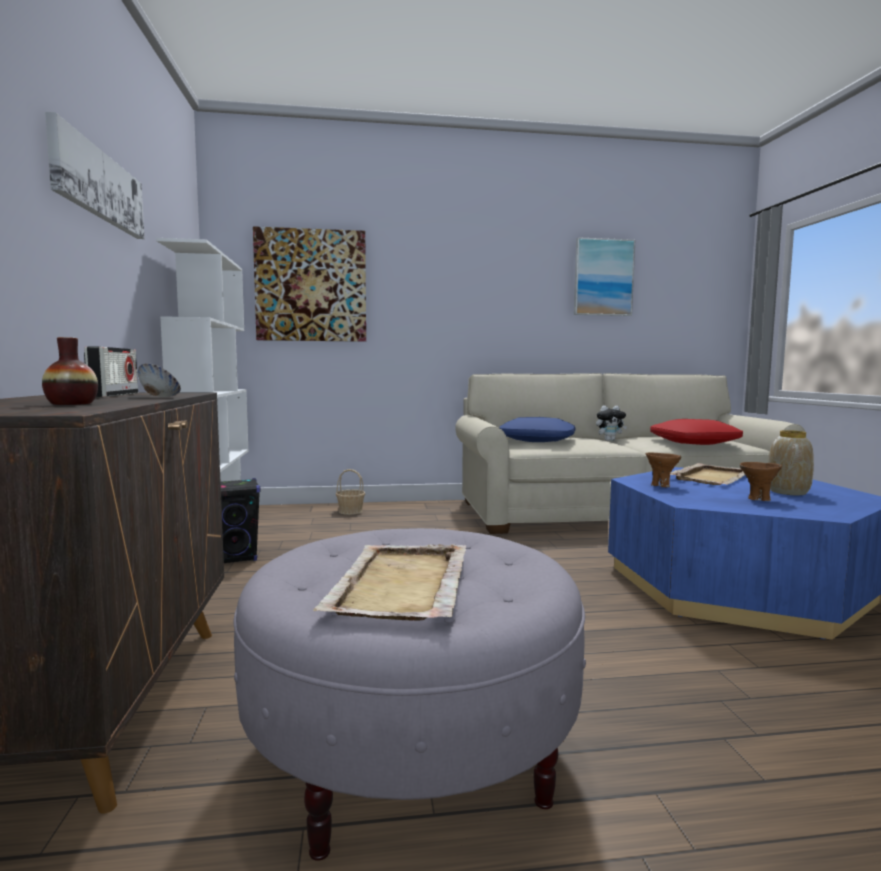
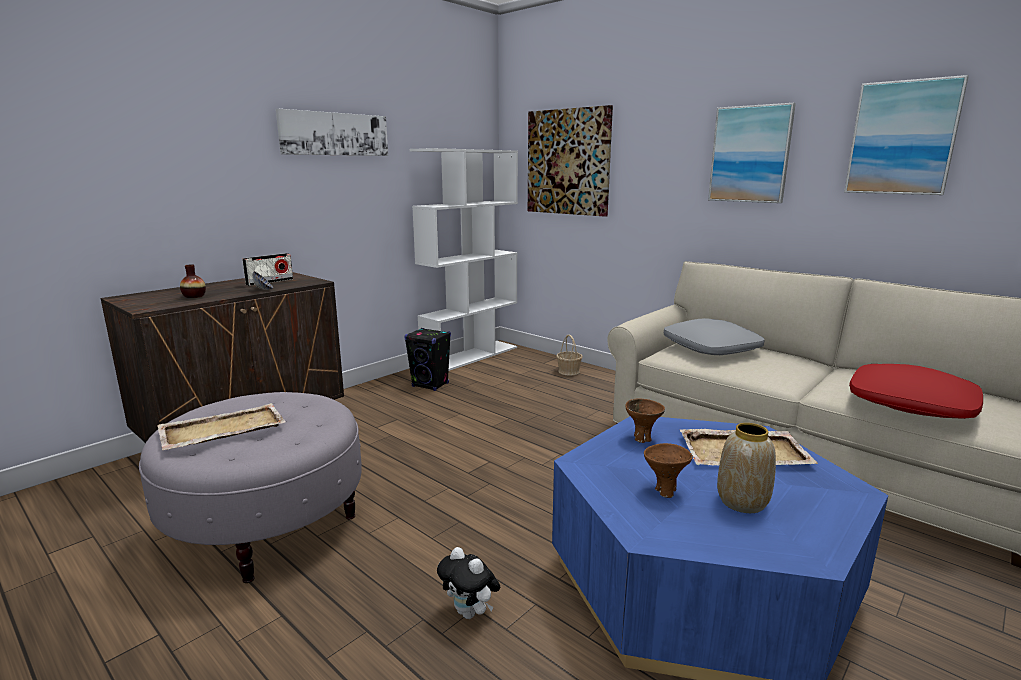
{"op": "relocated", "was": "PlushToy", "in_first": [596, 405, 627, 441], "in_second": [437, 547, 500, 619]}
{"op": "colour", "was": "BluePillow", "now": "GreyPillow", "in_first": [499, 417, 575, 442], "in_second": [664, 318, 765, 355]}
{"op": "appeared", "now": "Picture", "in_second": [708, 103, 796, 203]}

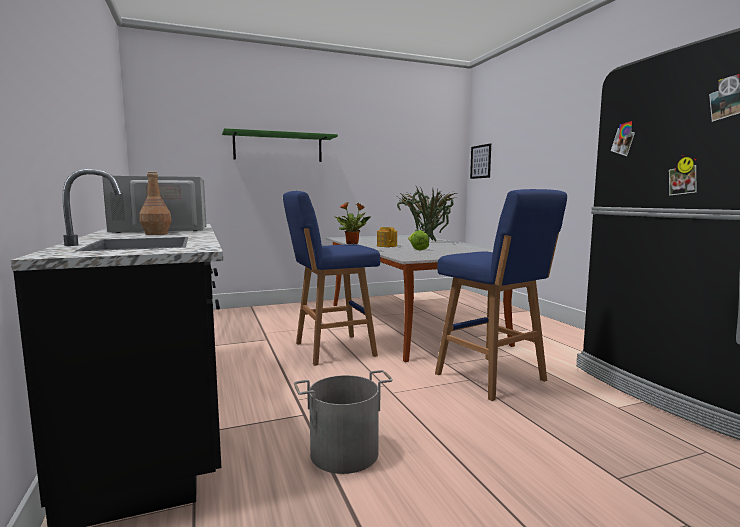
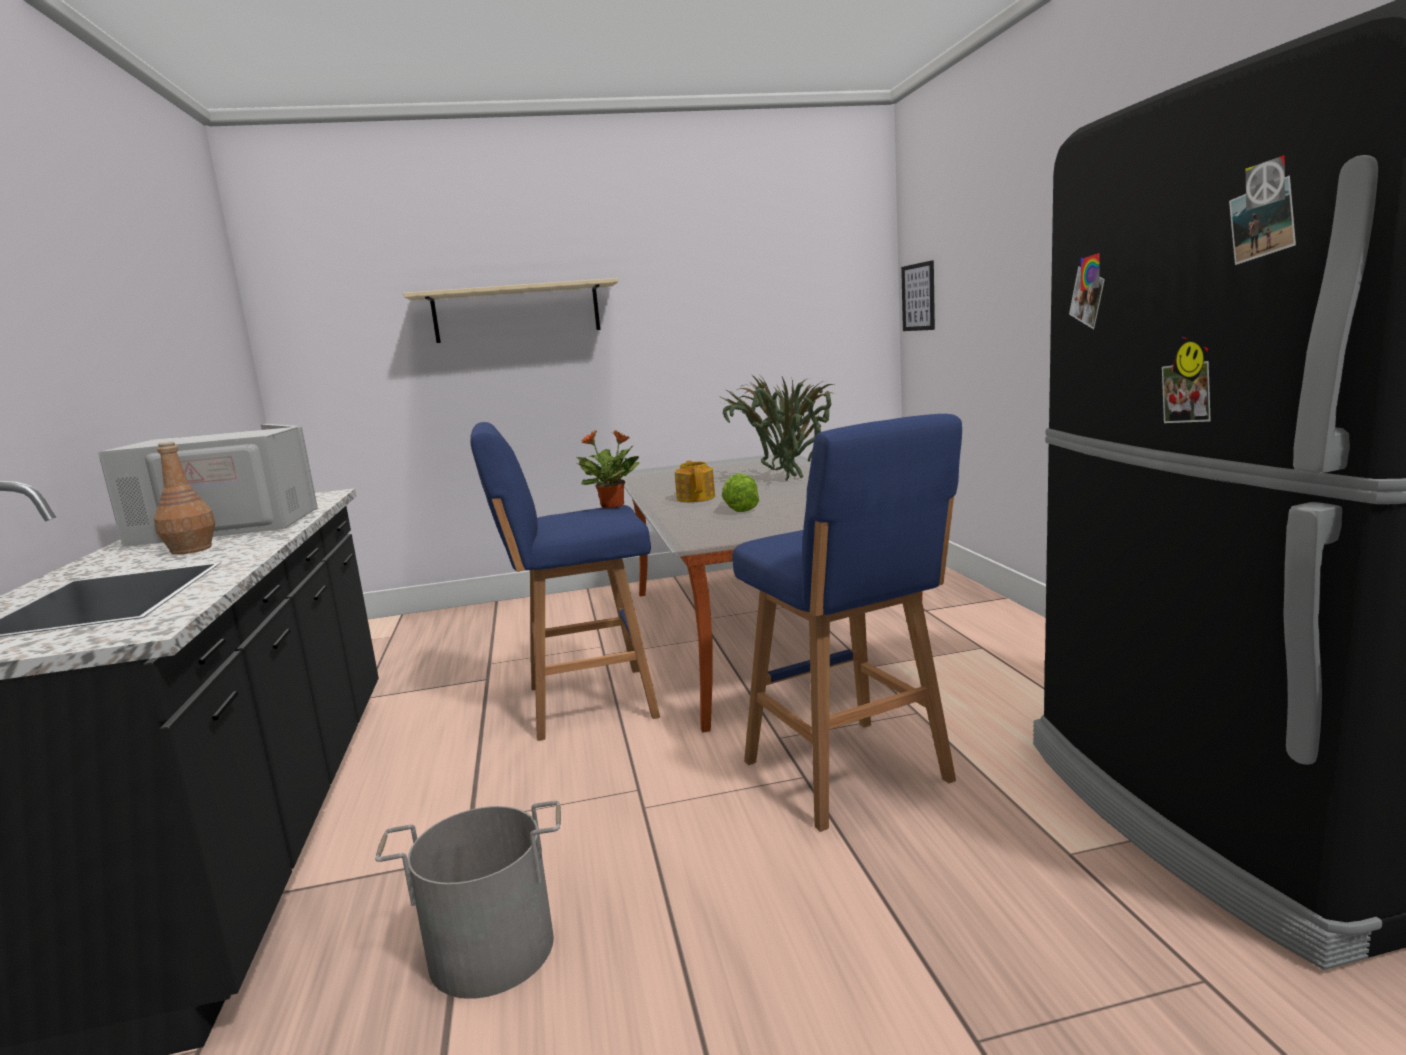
{"op": "colour", "was": "GreenShelf", "now": "BeigeShelf", "in_first": [222, 128, 338, 162], "in_second": [403, 278, 618, 343]}

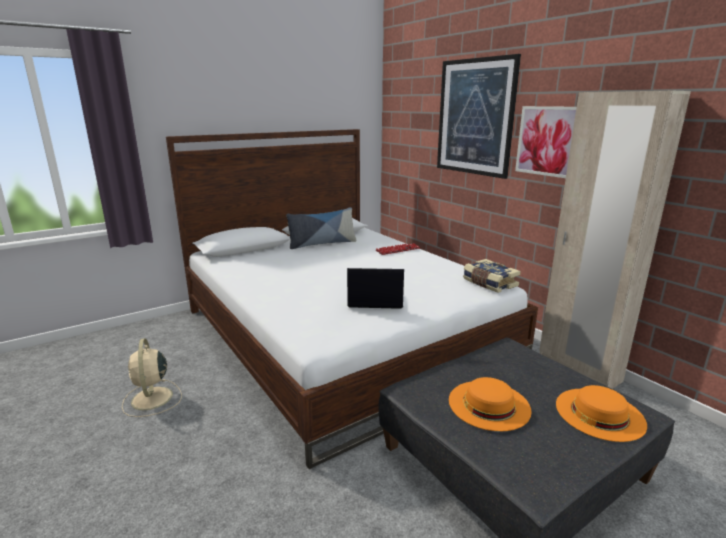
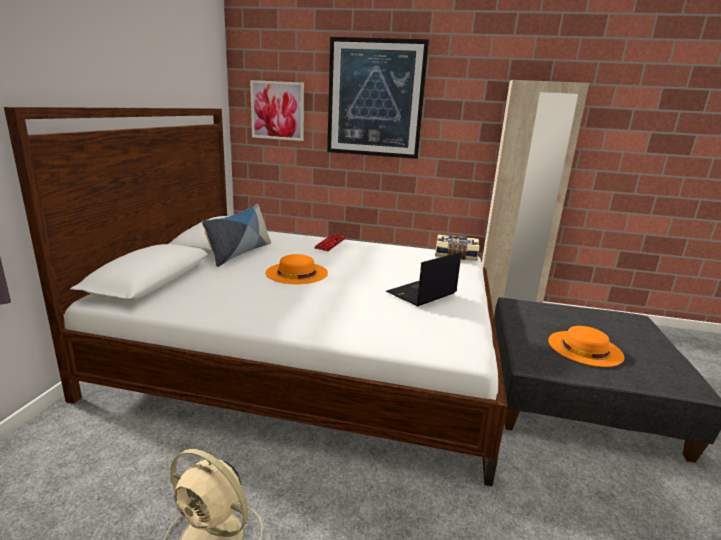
{"op": "relocated", "was": "Picture", "in_first": [515, 106, 577, 178], "in_second": [250, 80, 304, 141]}
{"op": "relocated", "was": "OrangeHat", "in_first": [556, 385, 647, 442], "in_second": [265, 254, 328, 284]}

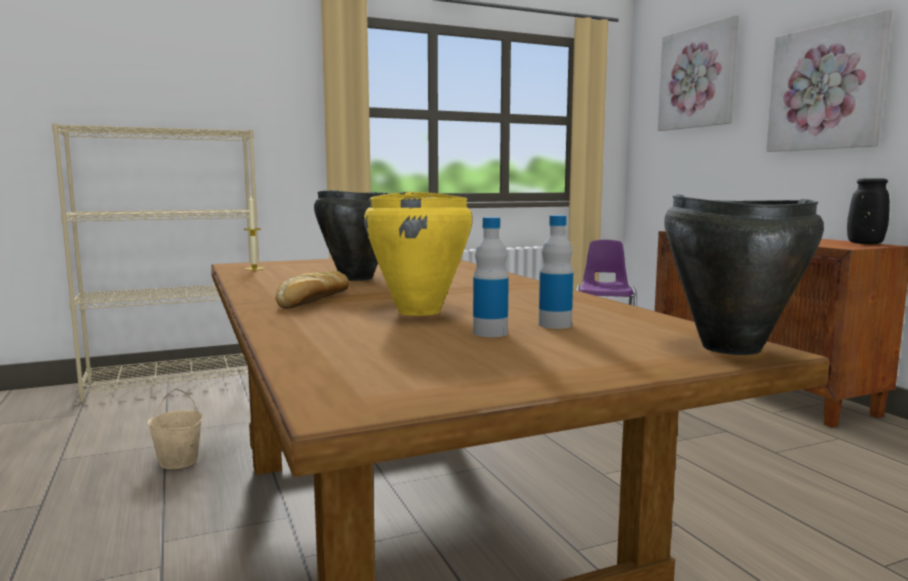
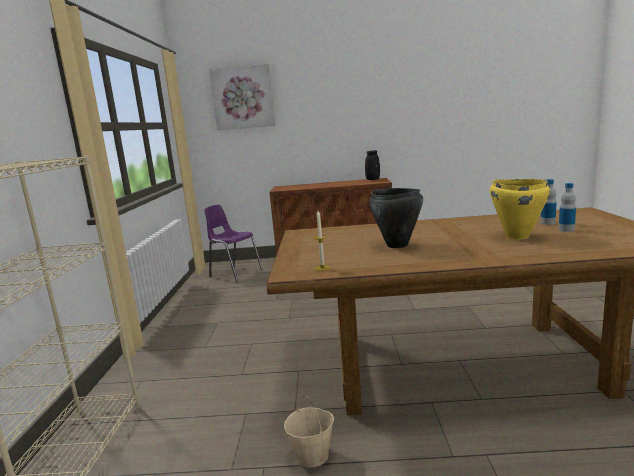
{"op": "missing", "was": "Bread", "in_first": [276, 271, 349, 309]}
{"op": "missing", "was": "BlackCookingPot", "in_first": [664, 195, 824, 355]}
{"op": "missing", "was": "Picture", "in_first": [766, 10, 892, 152]}

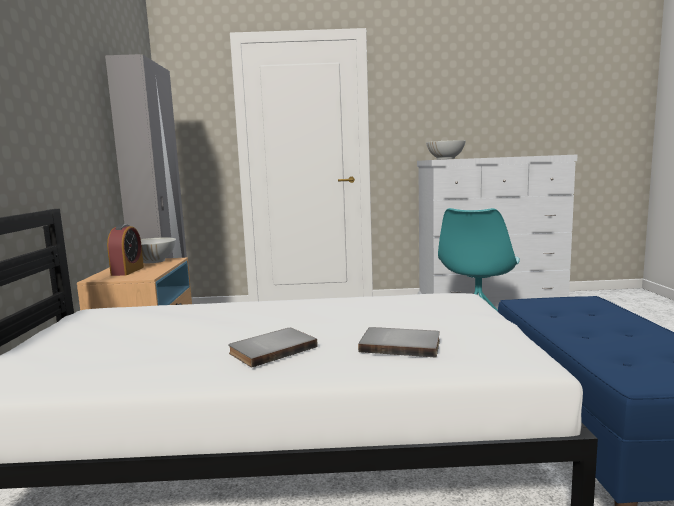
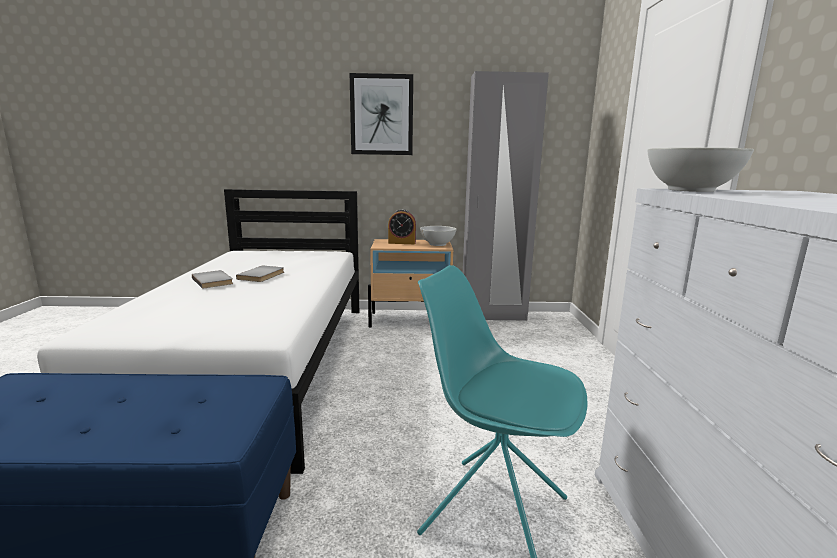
{"op": "relocated", "was": "GreyBook", "in_first": [358, 327, 440, 357], "in_second": [236, 265, 284, 282]}
{"op": "appeared", "now": "Picture", "in_second": [350, 73, 413, 155]}

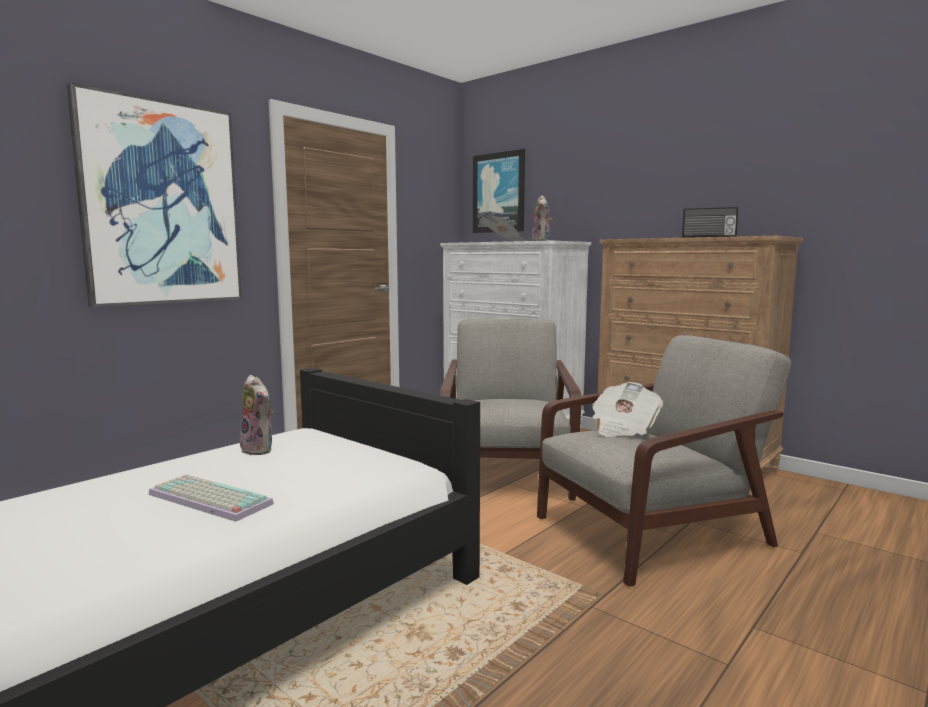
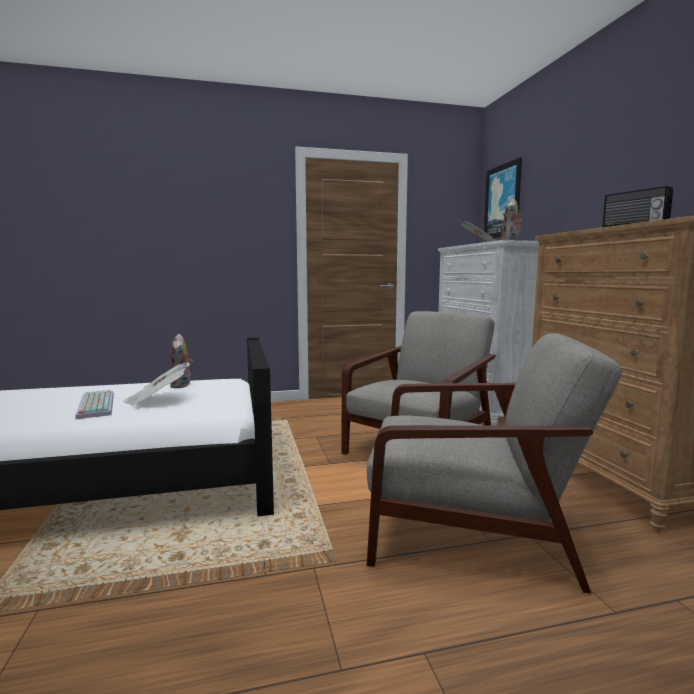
{"op": "relocated", "was": "Newspaper", "in_first": [592, 382, 663, 437], "in_second": [123, 362, 190, 405]}
{"op": "missing", "was": "Picture", "in_first": [67, 82, 242, 307]}

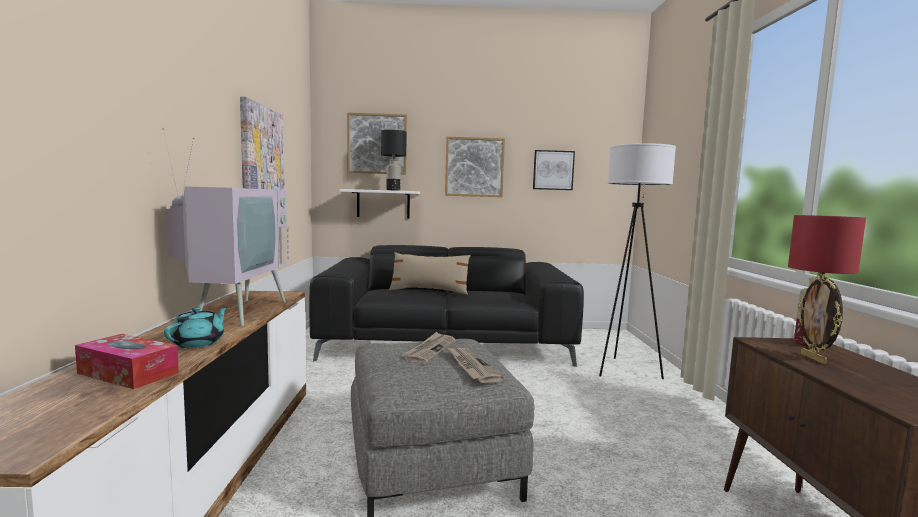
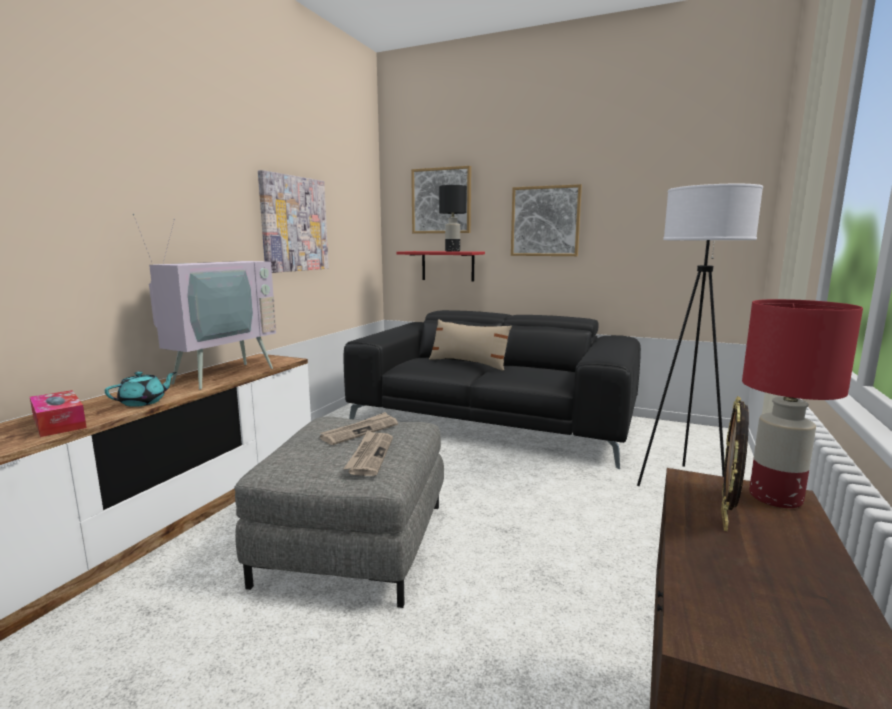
{"op": "colour", "was": "WhiteShelf", "now": "RedShelf", "in_first": [339, 189, 420, 218], "in_second": [397, 251, 485, 282]}
{"op": "missing", "was": "Picture", "in_first": [533, 150, 575, 190]}

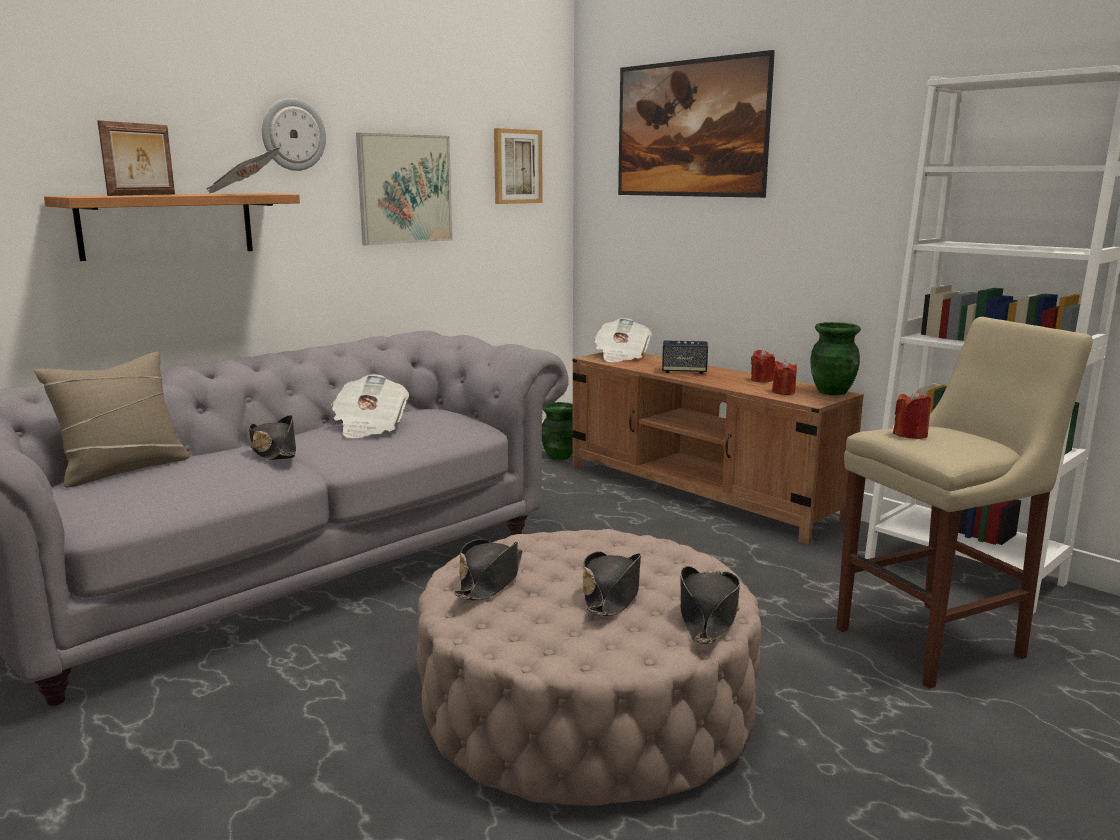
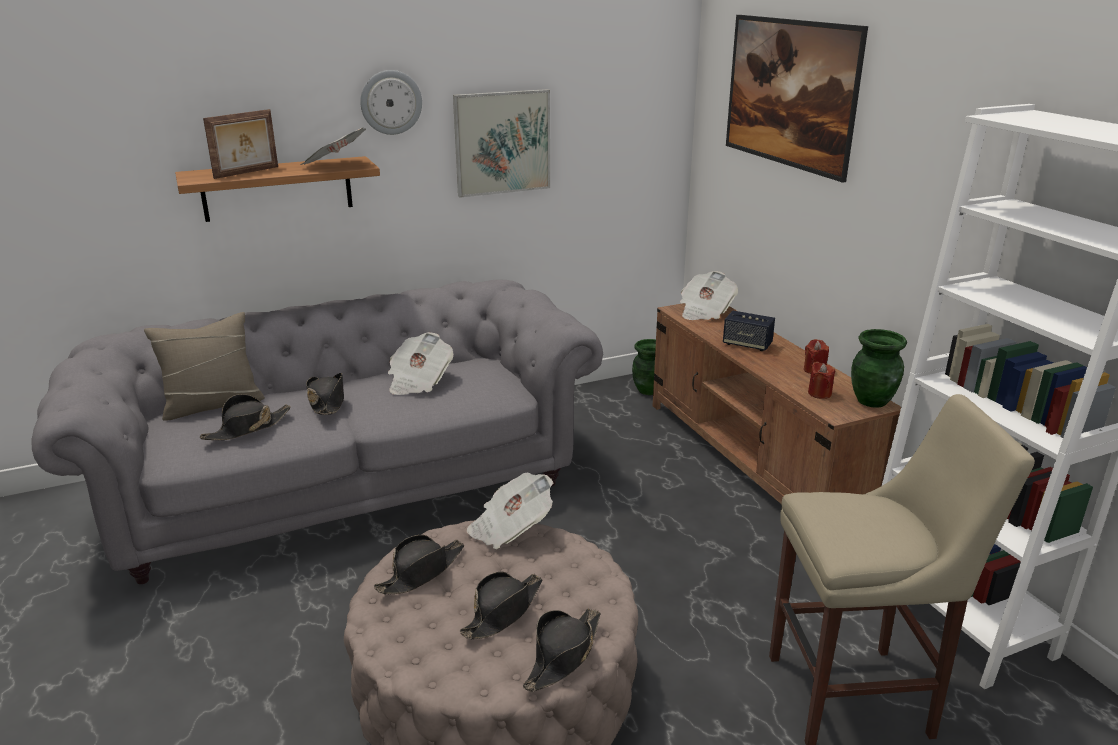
{"op": "appeared", "now": "BlackHat", "in_second": [200, 394, 291, 440]}
{"op": "appeared", "now": "Newspaper", "in_second": [467, 472, 553, 549]}
{"op": "missing", "was": "Picture", "in_first": [494, 128, 543, 204]}
{"op": "missing", "was": "RedCandle", "in_first": [893, 390, 931, 439]}

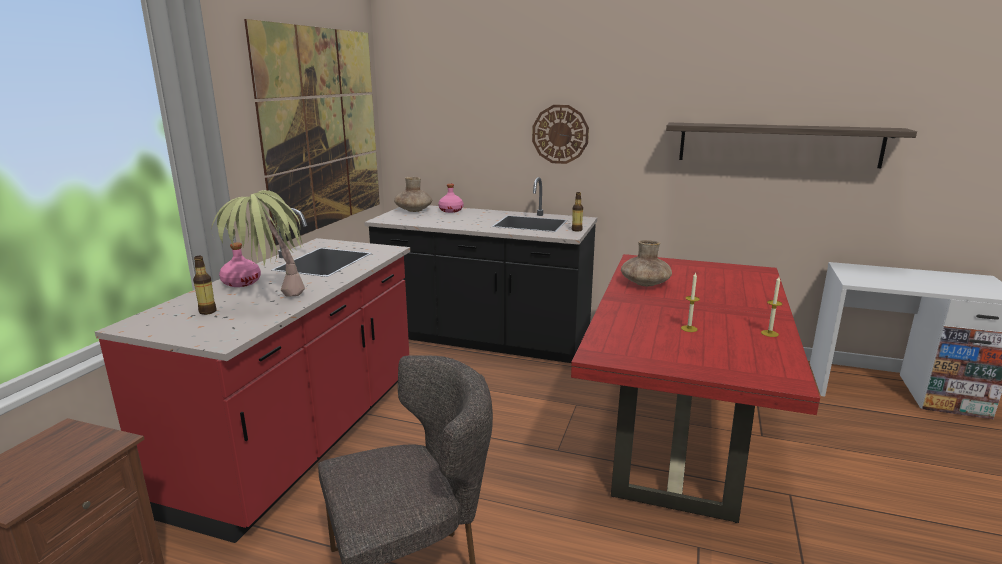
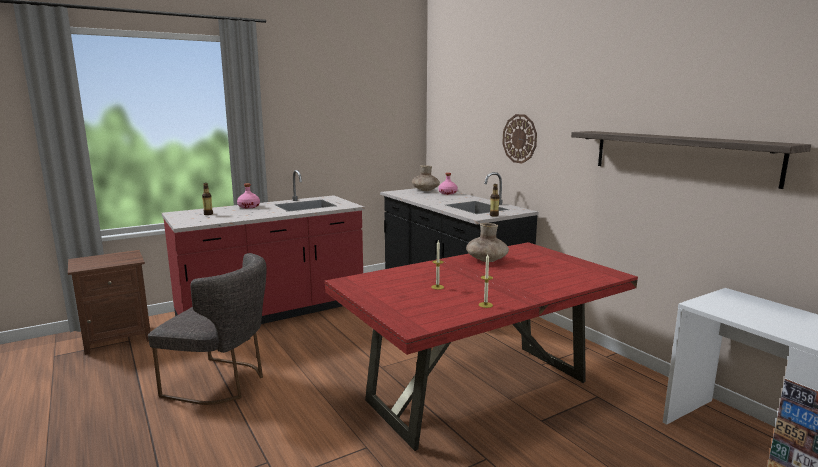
{"op": "missing", "was": "PottedPlant", "in_first": [212, 190, 305, 297]}
{"op": "missing", "was": "Picture", "in_first": [244, 19, 380, 245]}

